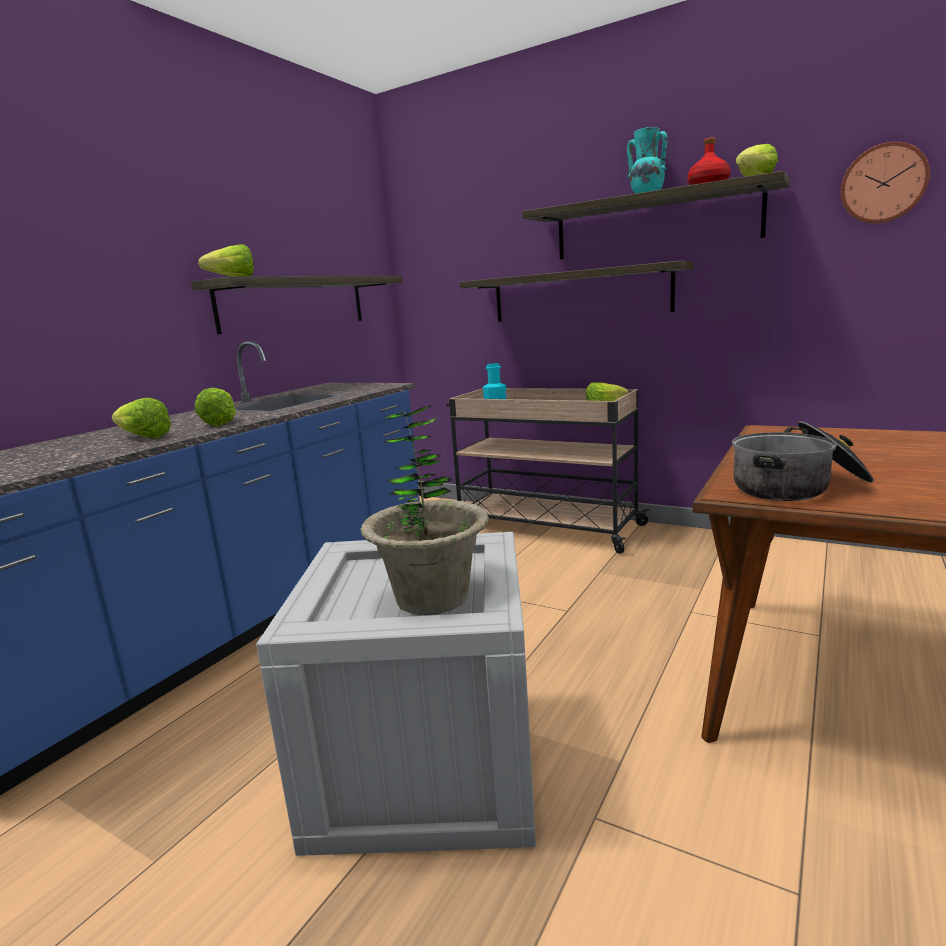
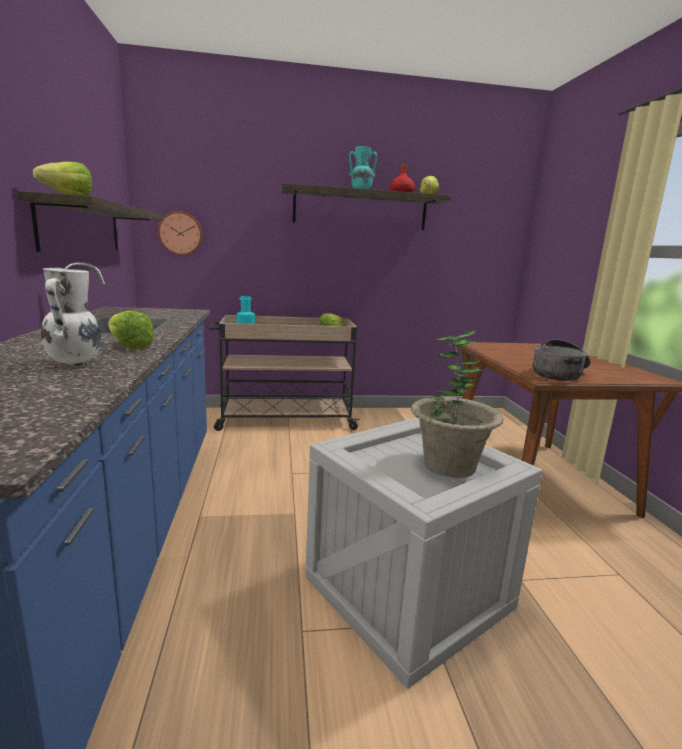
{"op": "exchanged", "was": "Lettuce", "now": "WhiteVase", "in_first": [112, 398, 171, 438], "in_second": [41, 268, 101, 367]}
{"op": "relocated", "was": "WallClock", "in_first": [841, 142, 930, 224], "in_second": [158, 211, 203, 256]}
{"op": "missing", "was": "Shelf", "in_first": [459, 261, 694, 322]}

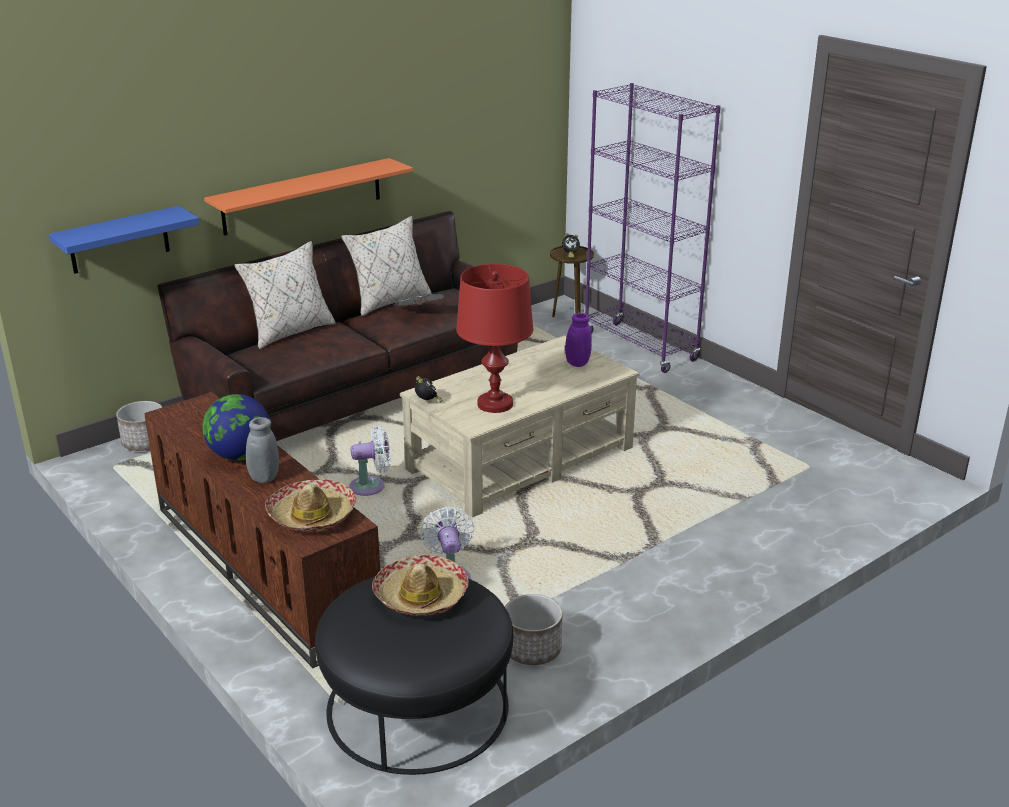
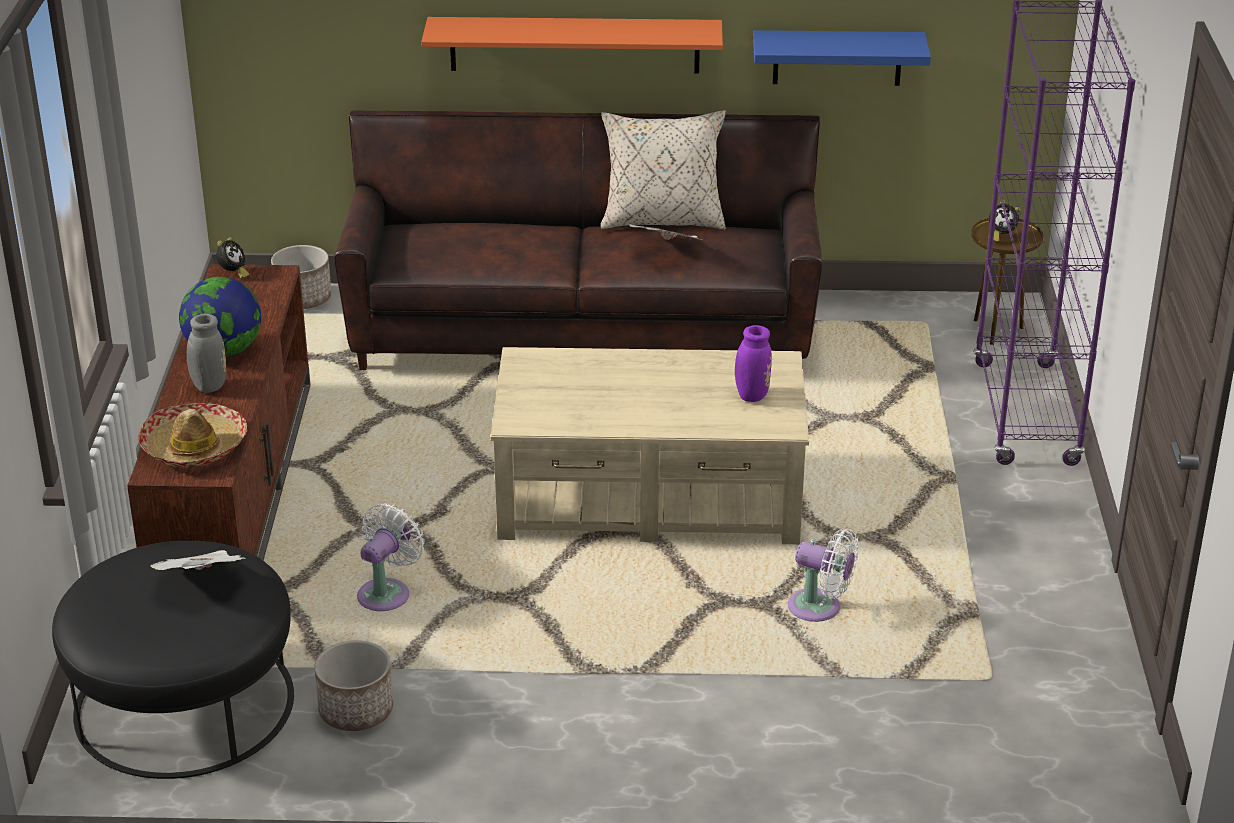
{"op": "exchanged", "was": "Hat", "now": "Newspaper", "in_first": [372, 555, 469, 616], "in_second": [150, 550, 245, 570]}
{"op": "relocated", "was": "AlarmClock", "in_first": [415, 376, 443, 403], "in_second": [216, 237, 250, 279]}
{"op": "relocated", "was": "BlueShelf", "in_first": [49, 206, 200, 274], "in_second": [753, 30, 931, 86]}
{"op": "relocated", "was": "WhiteFan", "in_first": [349, 425, 391, 496], "in_second": [788, 529, 859, 622]}
{"op": "missing", "was": "BeigePillow", "in_first": [234, 241, 336, 349]}
{"op": "missing", "was": "RedTableLamp", "in_first": [456, 264, 533, 413]}

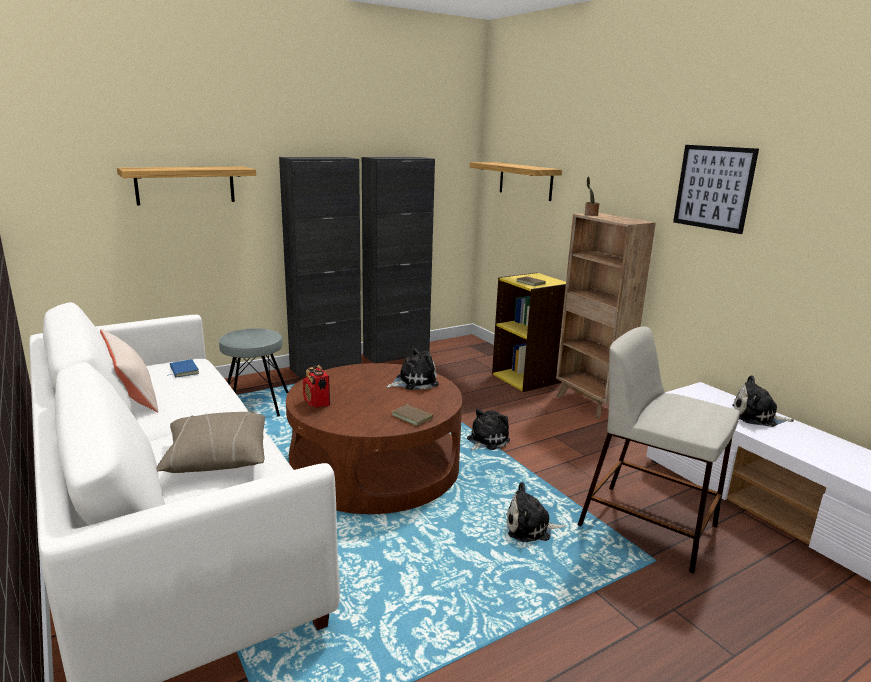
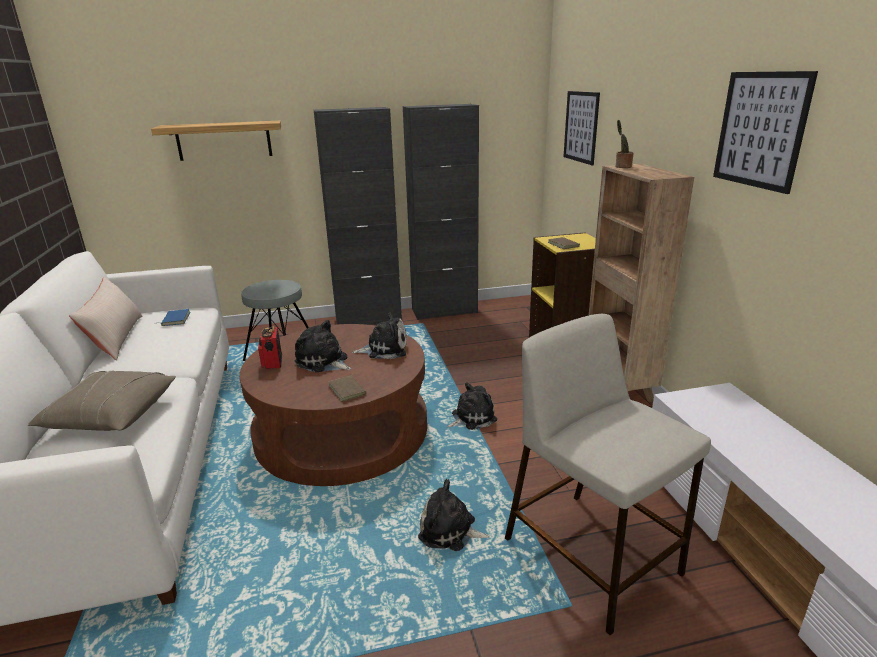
{"op": "relocated", "was": "PlushToy", "in_first": [732, 375, 794, 427], "in_second": [295, 320, 351, 373]}
{"op": "exchanged", "was": "Shelf", "now": "Picture", "in_first": [470, 162, 562, 201], "in_second": [563, 91, 600, 165]}

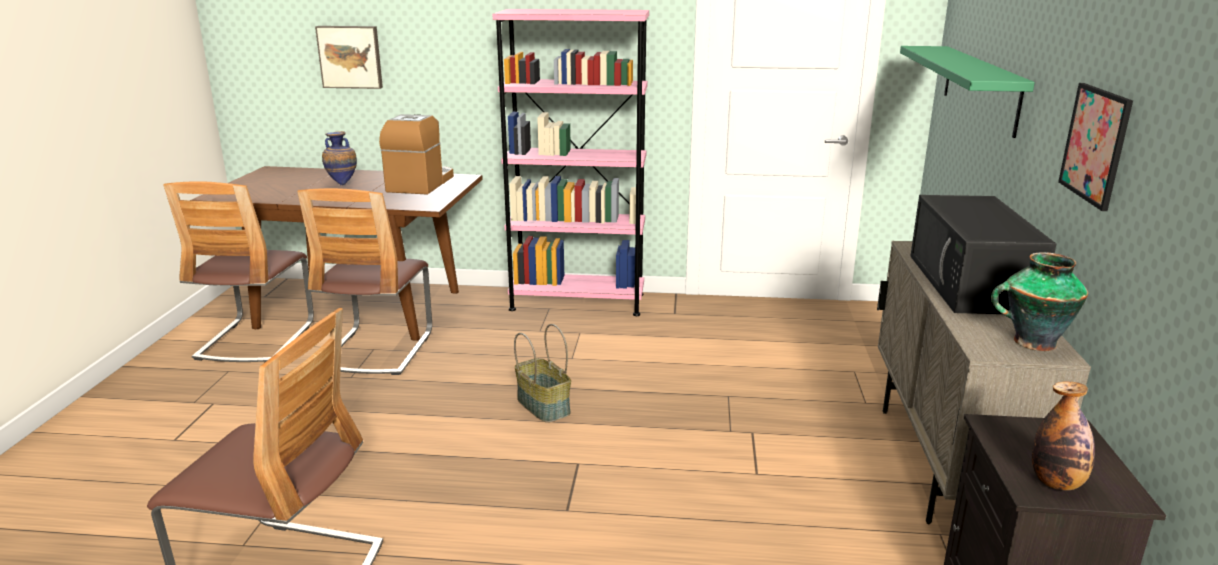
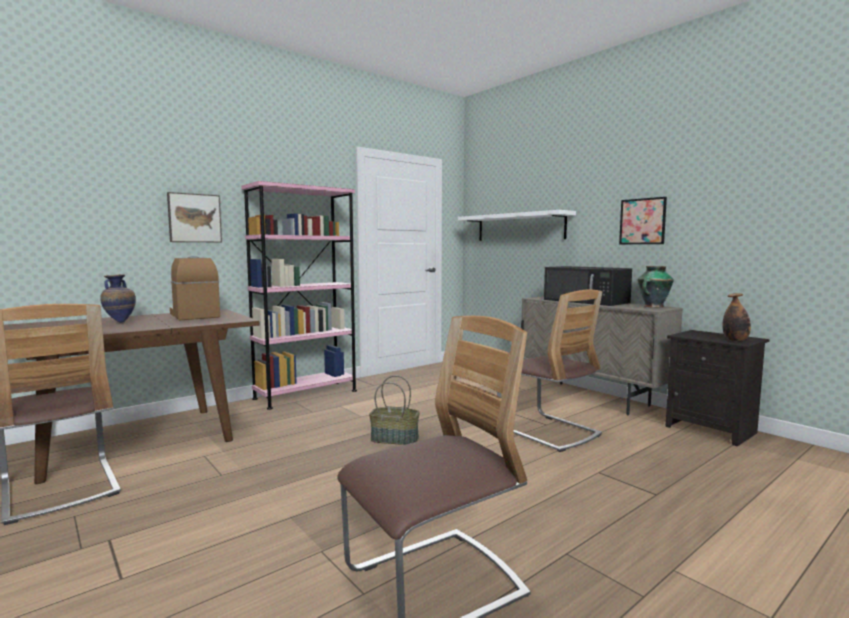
{"op": "relocated", "was": "Picture", "in_first": [315, 26, 383, 89], "in_second": [167, 192, 222, 242]}
{"op": "colour", "was": "GreenShelf", "now": "WhiteShelf", "in_first": [900, 46, 1035, 138], "in_second": [458, 210, 576, 241]}
{"op": "relocated", "was": "Chair", "in_first": [297, 188, 432, 375], "in_second": [497, 289, 602, 452]}

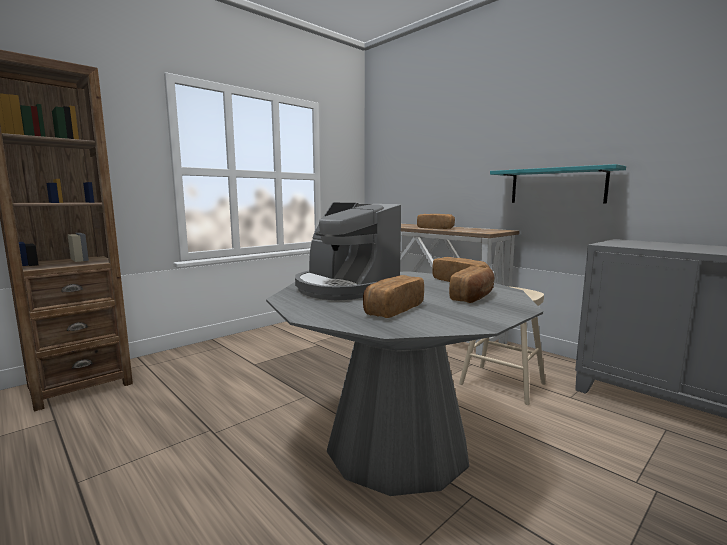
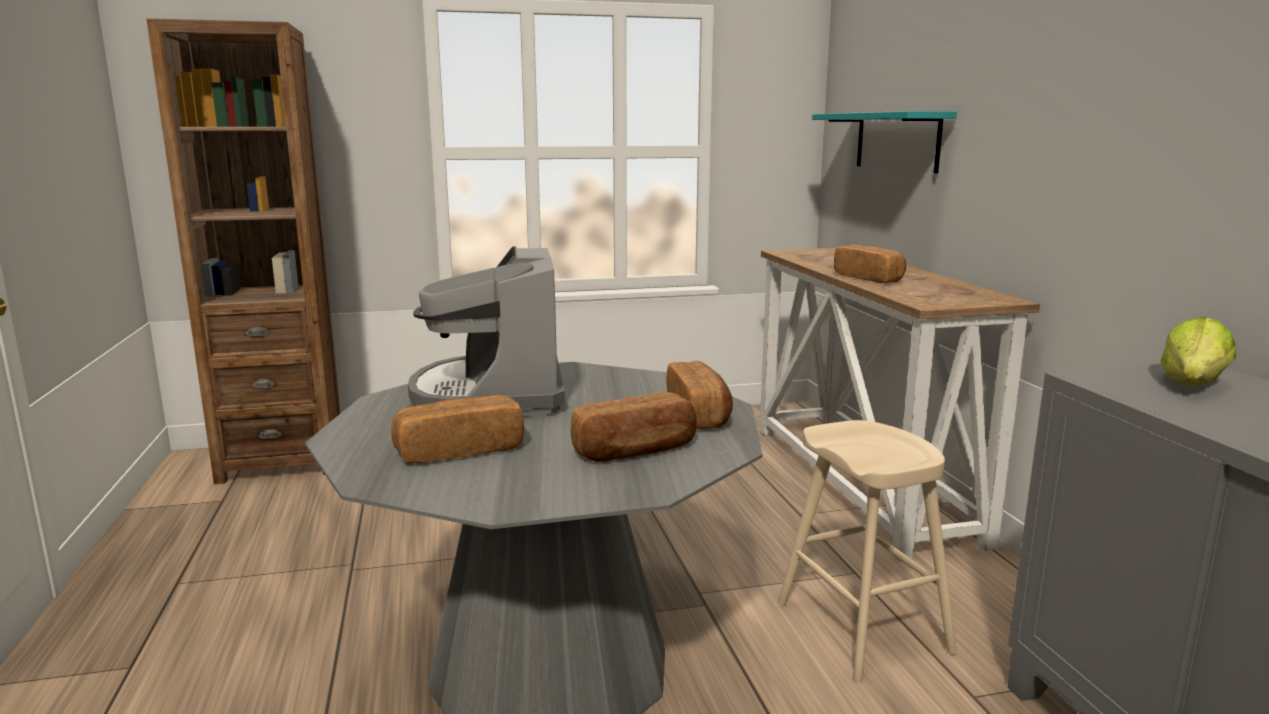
{"op": "relocated", "was": "TurquoiseShelf", "in_first": [490, 164, 626, 203], "in_second": [812, 111, 957, 173]}
{"op": "appeared", "now": "Lettuce", "in_second": [1160, 317, 1236, 386]}

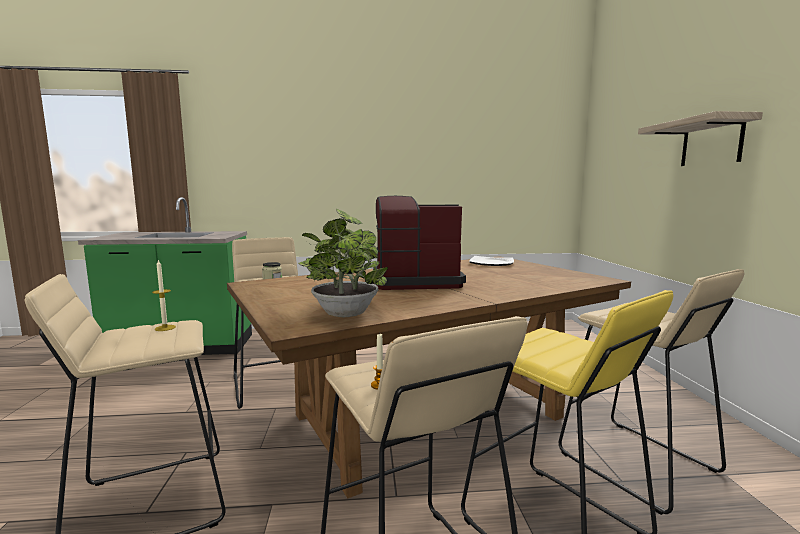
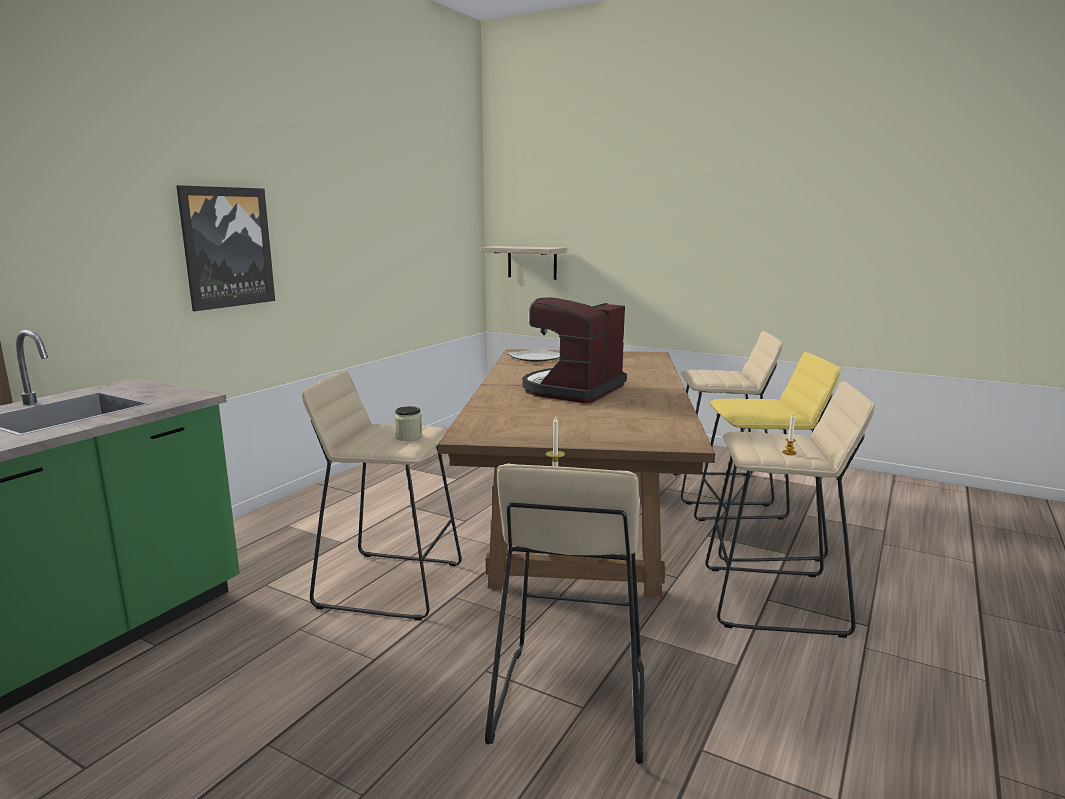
{"op": "appeared", "now": "Picture", "in_second": [176, 185, 275, 311]}
{"op": "relocated", "was": "Shelf", "in_first": [638, 111, 763, 166], "in_second": [481, 246, 567, 280]}
{"op": "missing", "was": "PottedPlant", "in_first": [298, 209, 388, 317]}

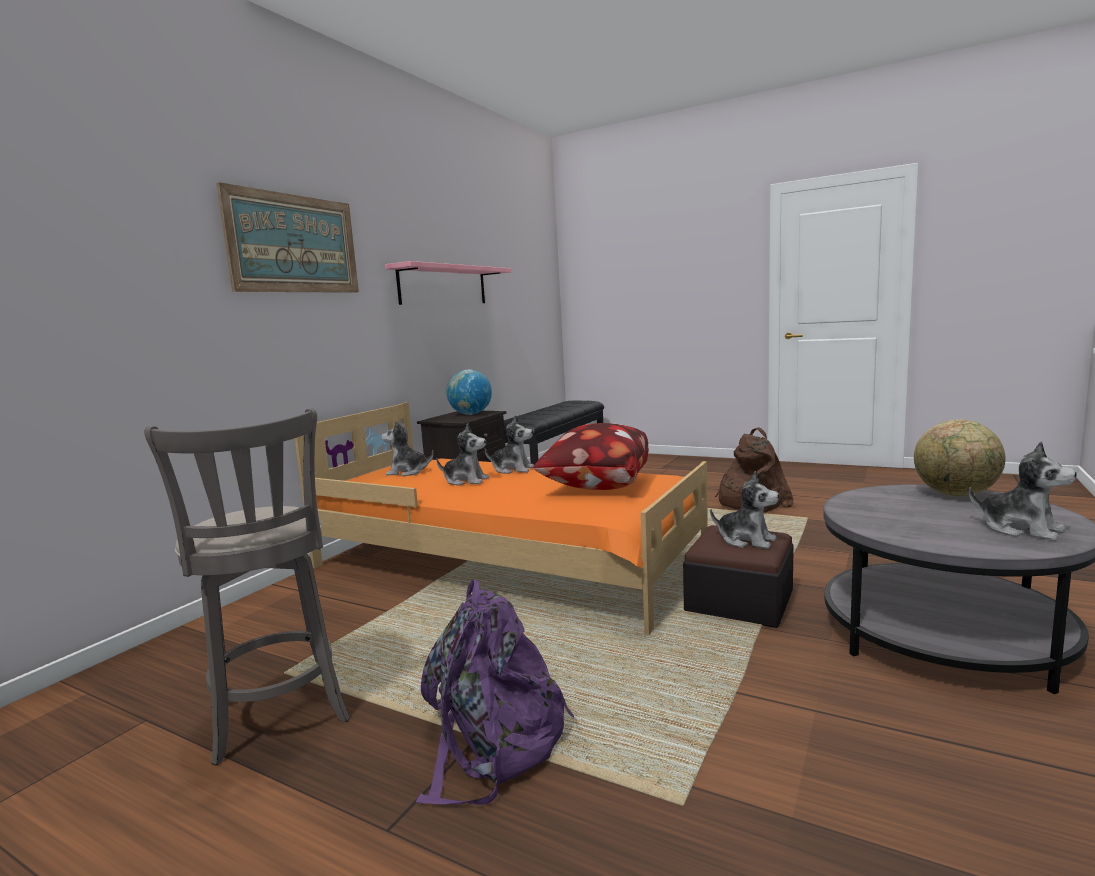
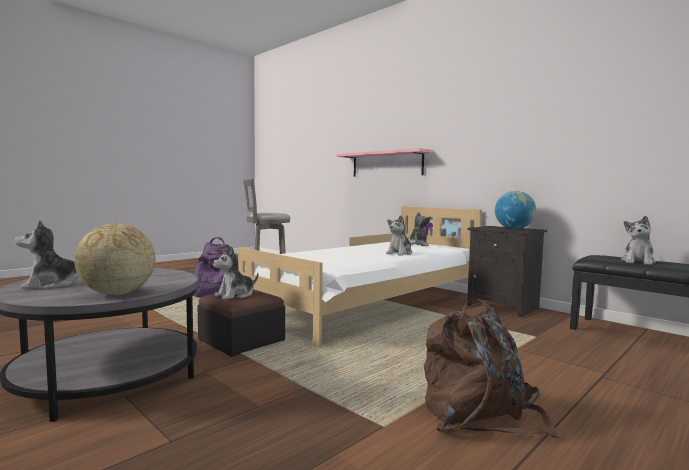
{"op": "colour", "was": "OrangeBed", "now": "WhiteBed", "in_first": [294, 402, 708, 635], "in_second": [238, 206, 482, 348]}
{"op": "relocated", "was": "PinkShelf", "in_first": [385, 261, 511, 305], "in_second": [336, 148, 432, 176]}
{"op": "relocated", "was": "PlushToy", "in_first": [436, 424, 489, 486], "in_second": [621, 216, 656, 265]}
{"op": "missing", "was": "Picture", "in_first": [216, 182, 359, 293]}
{"op": "missing", "was": "Pillow", "in_first": [533, 423, 649, 490]}

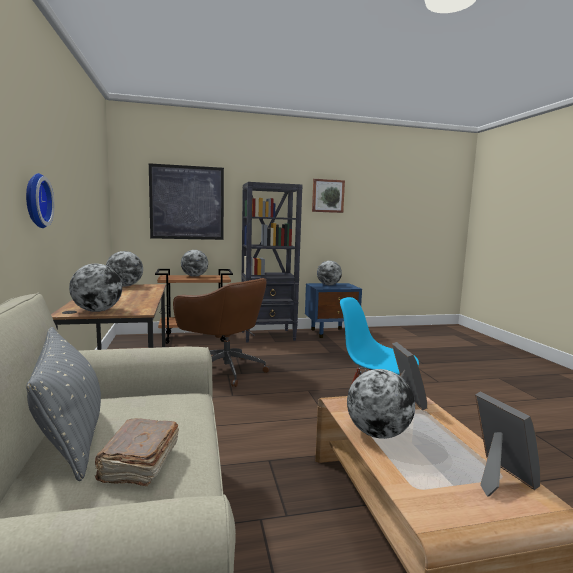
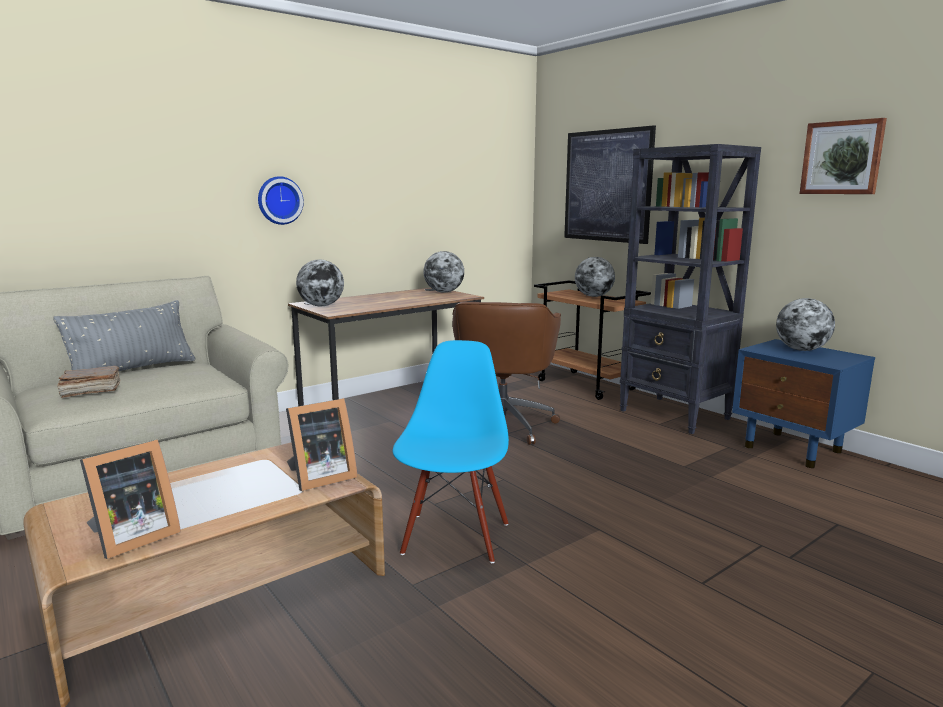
{"op": "missing", "was": "Globe", "in_first": [347, 369, 415, 439]}

